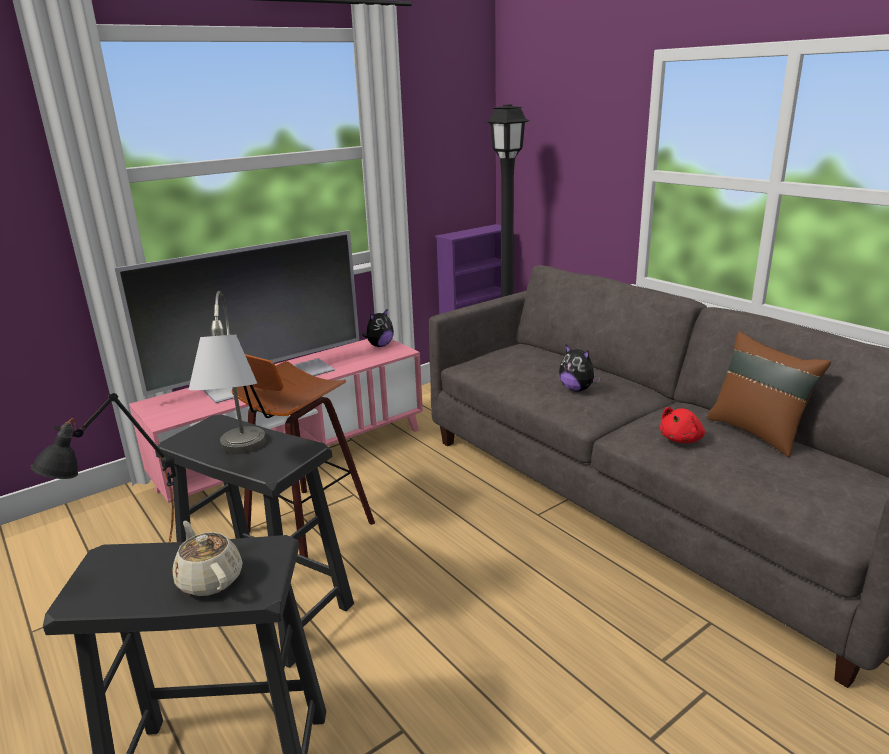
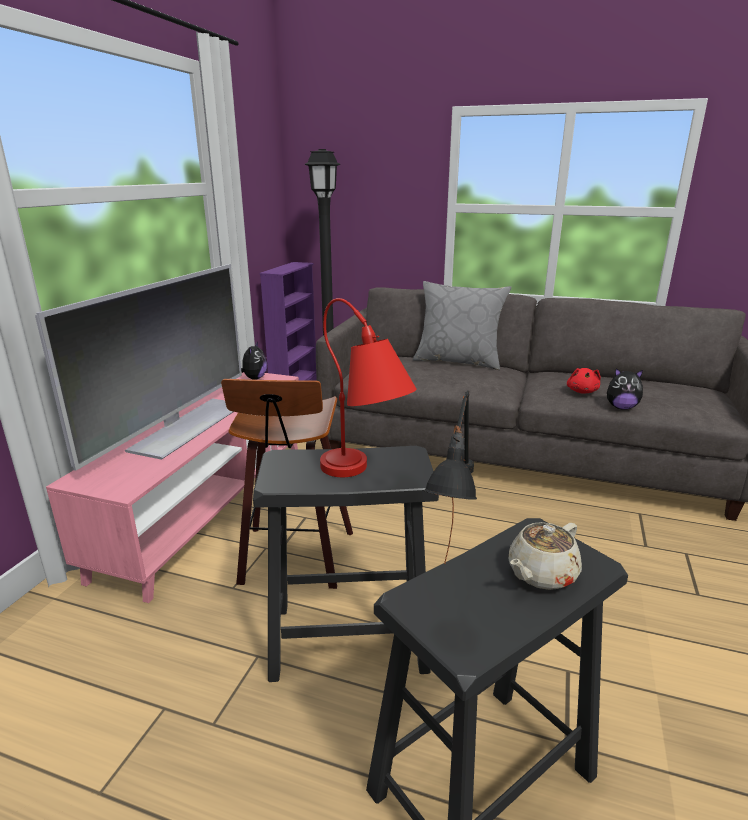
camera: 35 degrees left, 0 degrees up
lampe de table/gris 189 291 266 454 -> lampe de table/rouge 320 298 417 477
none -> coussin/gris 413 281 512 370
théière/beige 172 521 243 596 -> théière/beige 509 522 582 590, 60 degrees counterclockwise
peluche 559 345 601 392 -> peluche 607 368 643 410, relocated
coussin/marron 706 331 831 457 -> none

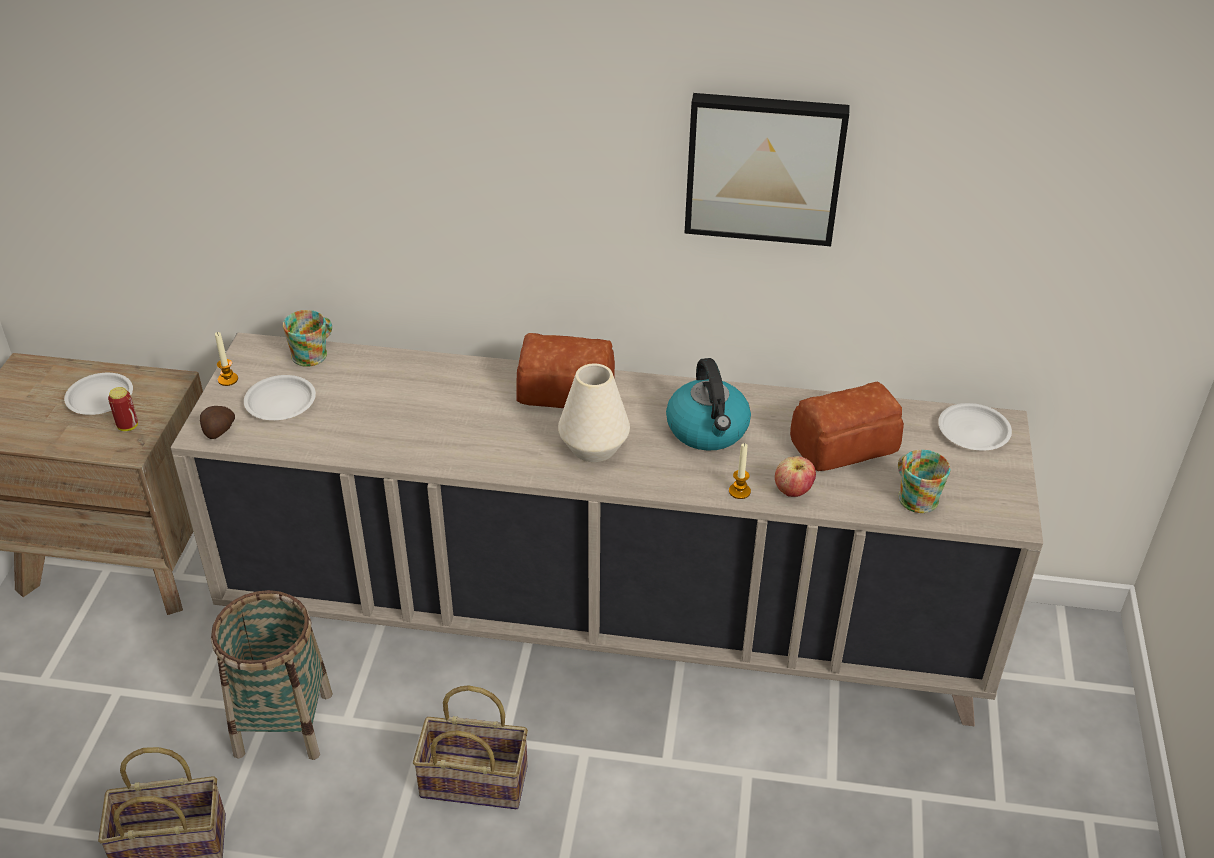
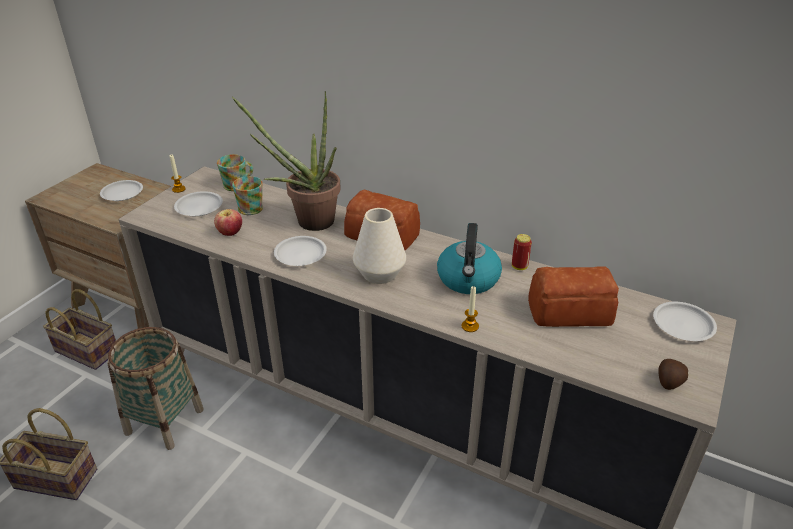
camera: 20 degrees right, 5 degrees down
panier 413 685 528 809 -> panier 43 289 116 370, relocated
pomme 775 456 816 497 -> pomme 214 209 242 236, relocated
none -> plante en pot 232 91 341 231
mug 898 450 951 513 -> mug 232 176 263 215, relocated
none -> assiette/blanc 274 236 327 266
boîte métallique 108 387 138 431 -> boîte métallique 512 234 532 270, relocated
pomme de terre 200 406 235 439 -> pomme de terre 658 359 688 390, relocated
tableau 685 93 850 246 -> none

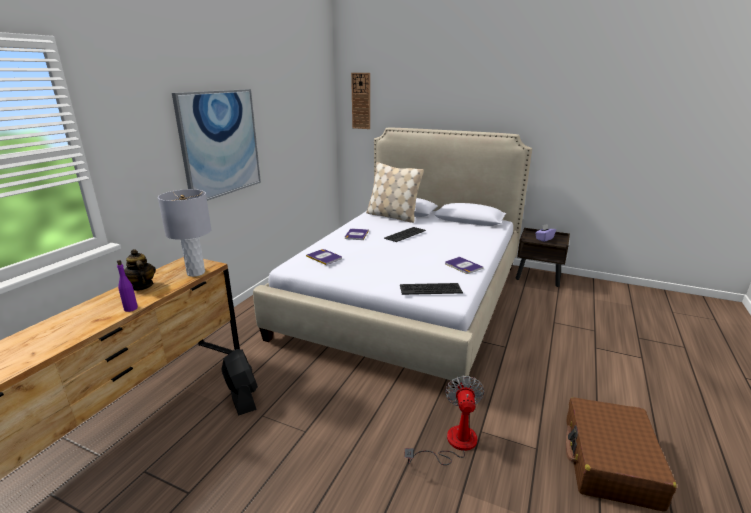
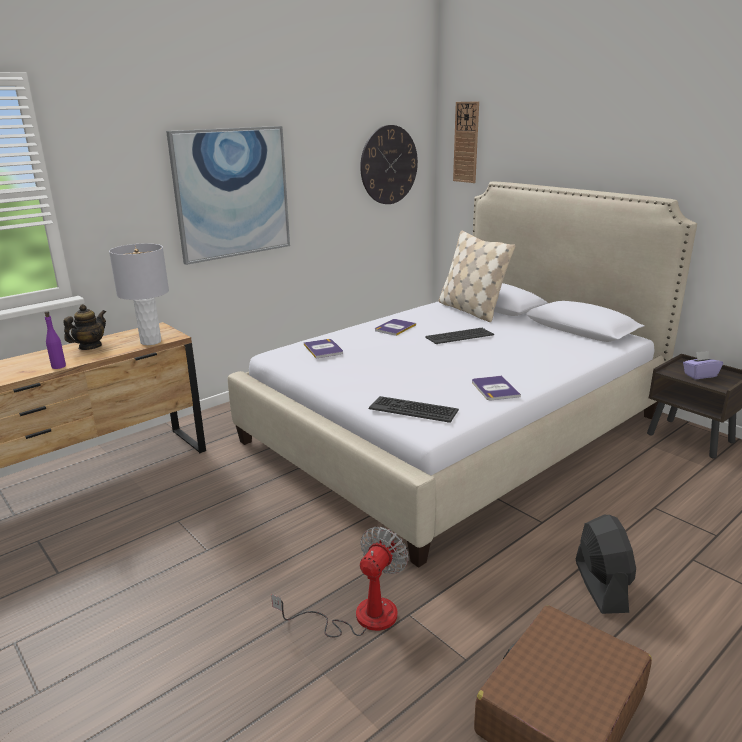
camera: 25 degrees right, 0 degrees up
théière 124 249 156 291 -> théière 63 304 106 350, 45 degrees clockwise
none -> horloge murale 360 125 418 204
ventilateur/noir 221 349 258 415 -> ventilateur/noir 576 515 636 614, relocated

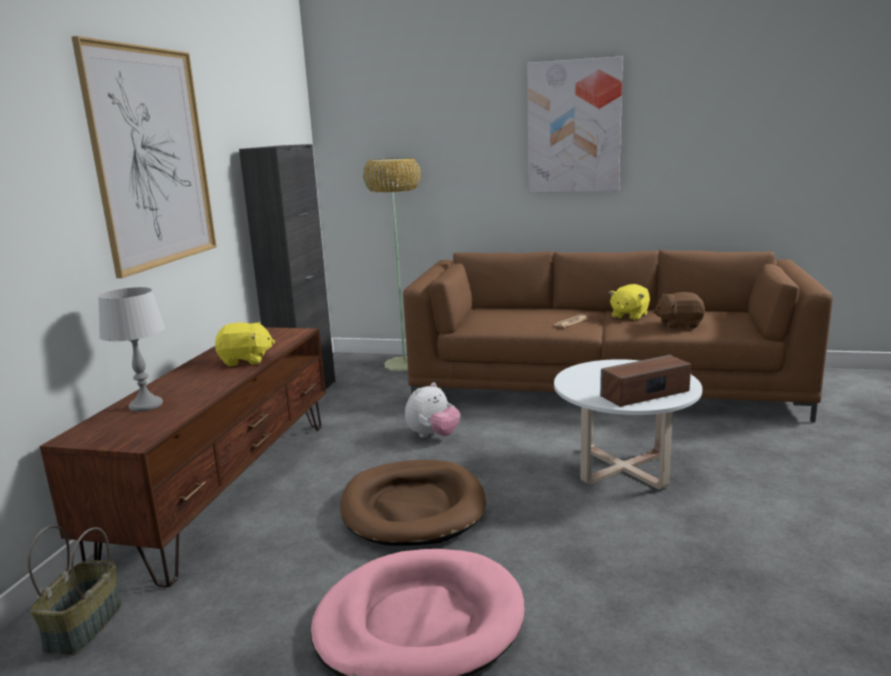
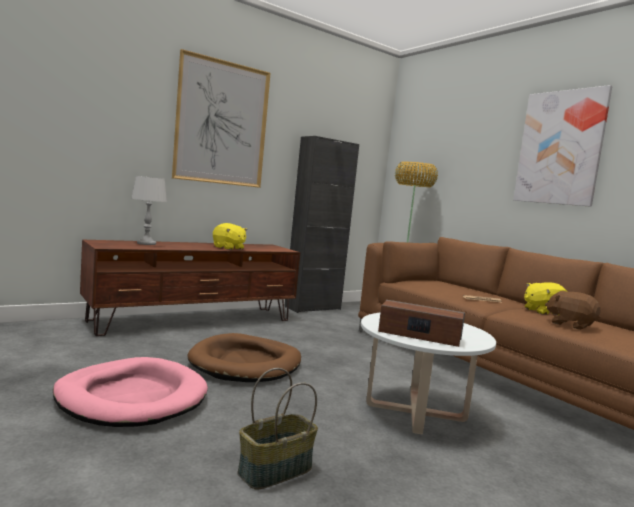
camera: 40 degrees right, 10 degrees down
panier 28 525 122 656 -> panier 237 368 318 490, relocated
peluche 405 382 461 438 -> none

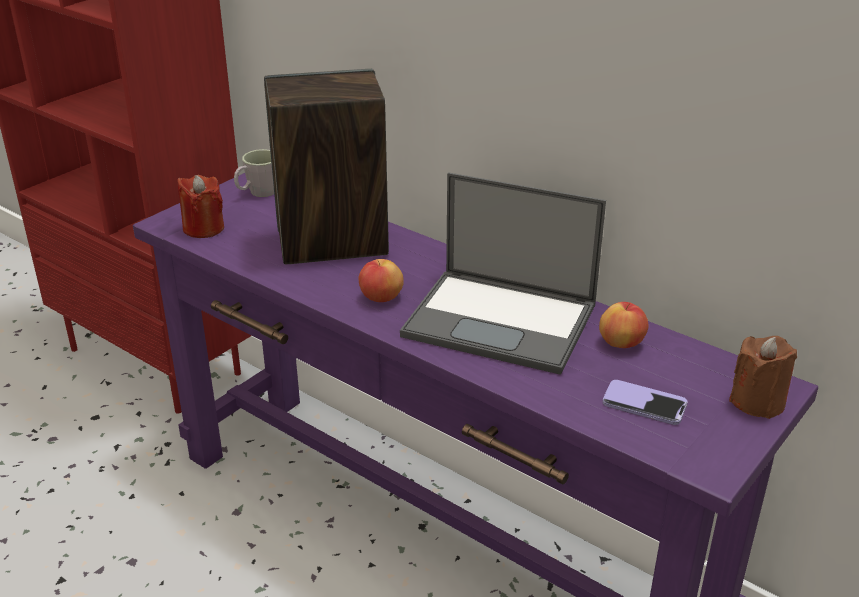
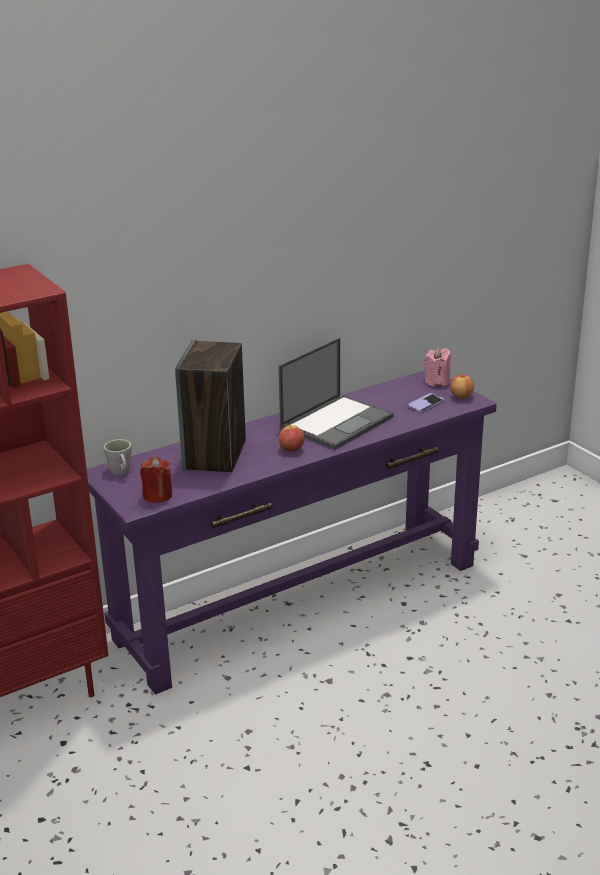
camera: 70 degrees left, 5 degrees down
bougie/marron 729 336 797 419 -> bougie/rose 424 348 451 387
pomme 599 302 649 348 -> pomme 450 374 474 399, relocated

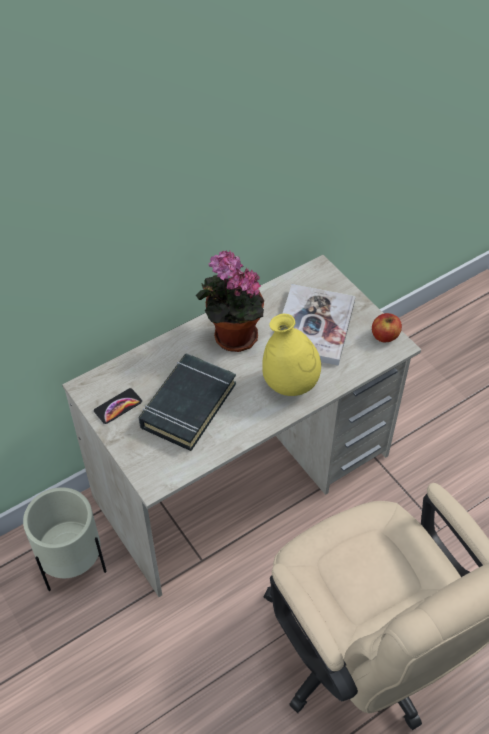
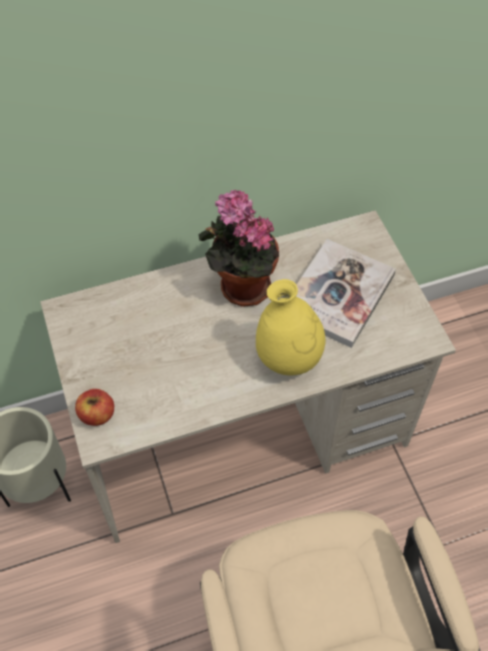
camera: 15 degrees right, 5 degrees up
pomme 372 313 402 342 -> pomme 75 389 114 426, relocated
téléphone 94 388 142 424 -> none
livre/noir 139 353 236 451 -> none

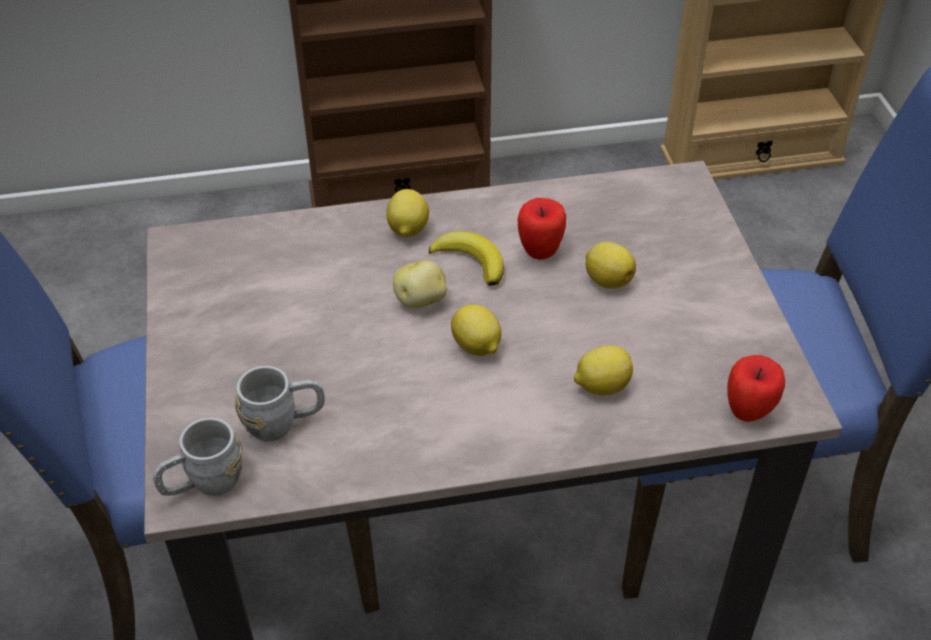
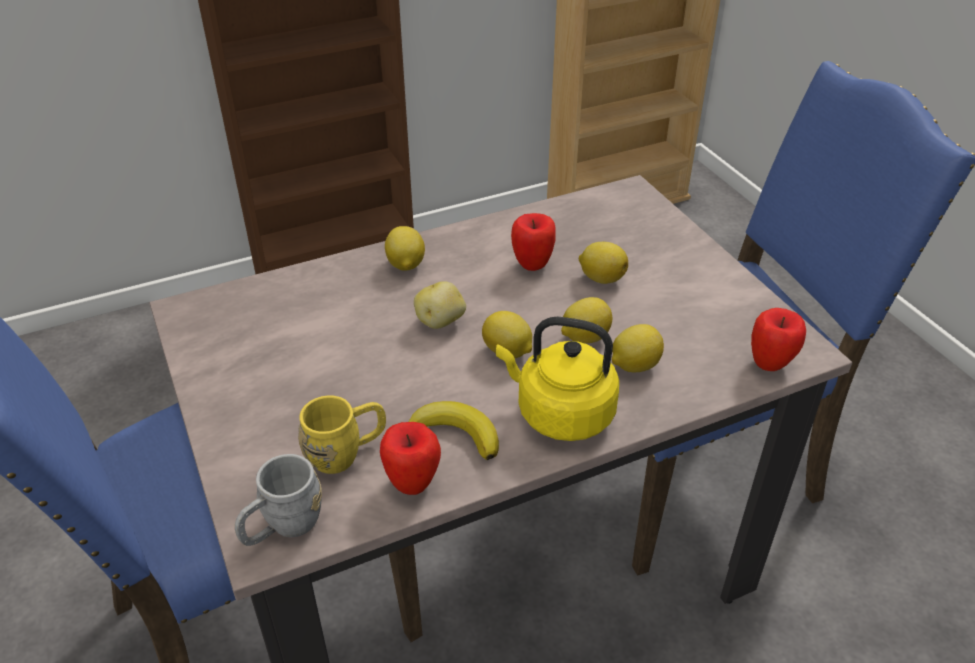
camera: 15 degrees left, 5 degrees down
mug/gris 235 366 325 442 -> mug/jaune 298 396 386 474
none -> pomme 380 422 441 495
banane 429 231 504 286 -> banane 409 401 499 460, relocated
none -> bouilloire/jaune 496 317 619 441
none -> citron 561 297 612 344

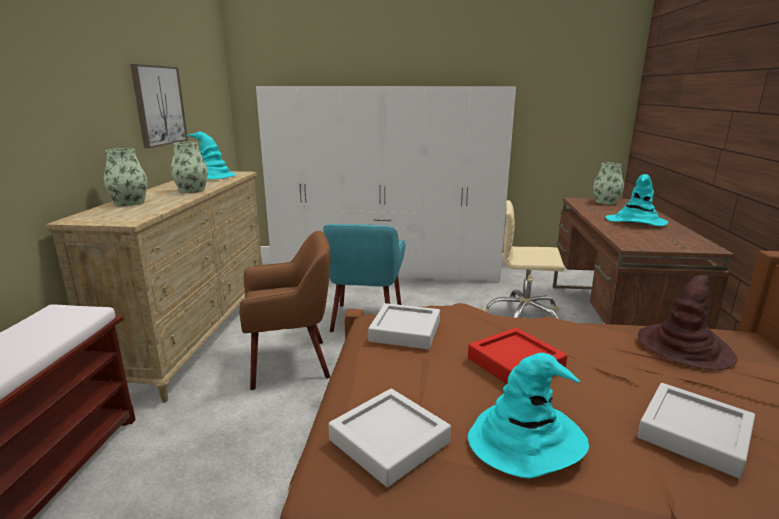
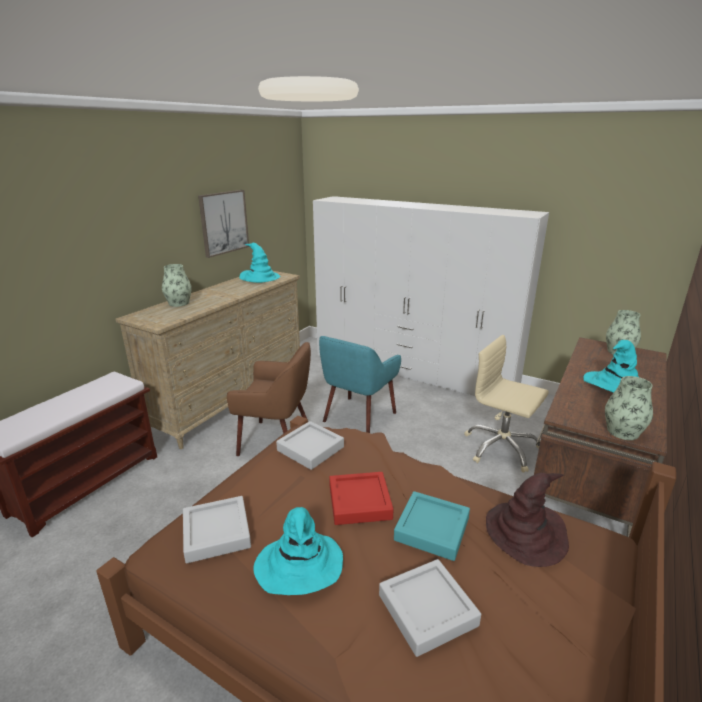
camera: 25 degrees right, 5 degrees up
none -> plateau/turquoise 394 491 470 561
vase 171 142 208 193 -> vase 605 376 653 440, relocated

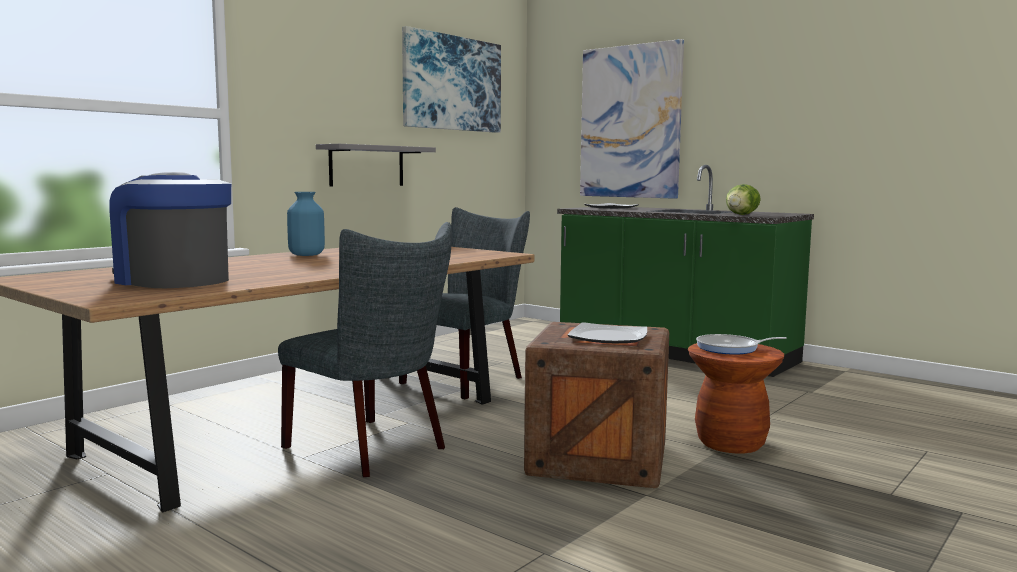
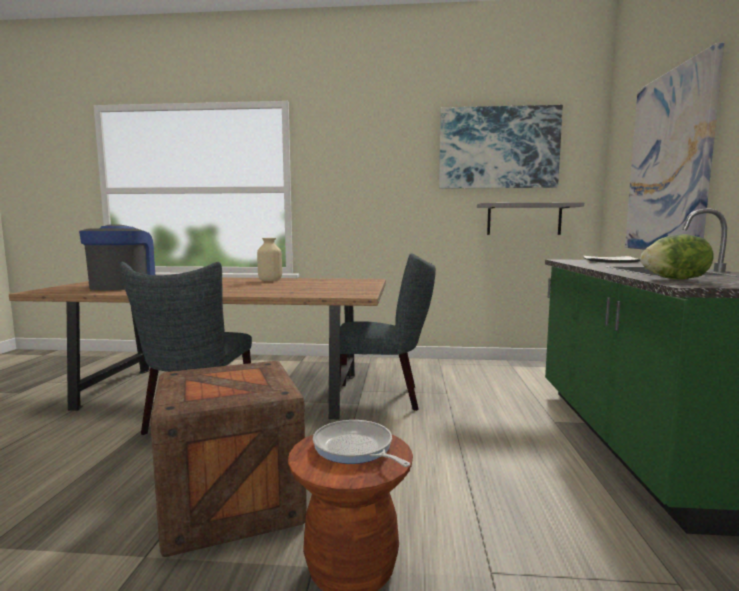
camera: 55 degrees right, 0 degrees up
vase/bleu 287 192 325 256 -> vase/beige 257 238 282 281
étagère/gris 316 144 436 186 -> étagère/gris 477 202 584 235, relocated
assiette 567 322 647 343 -> none

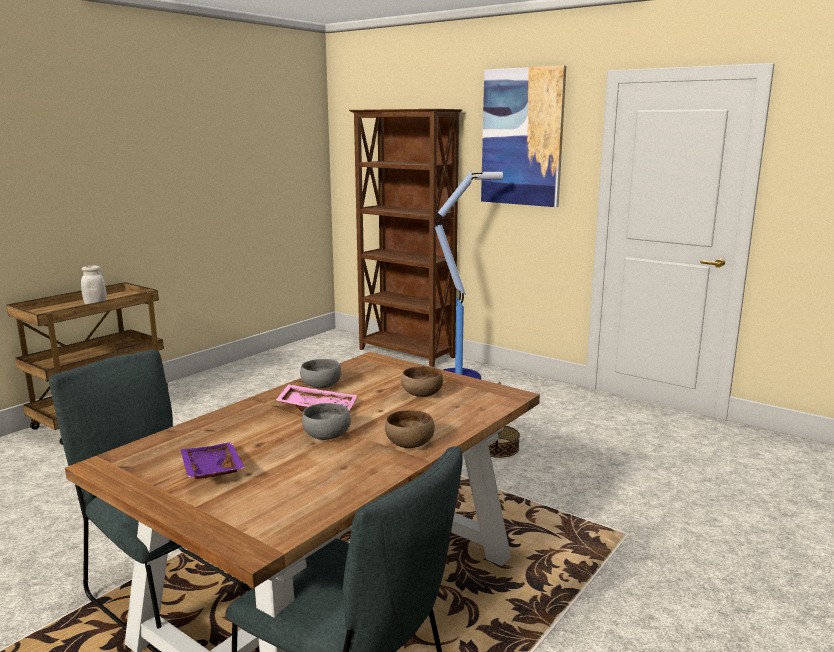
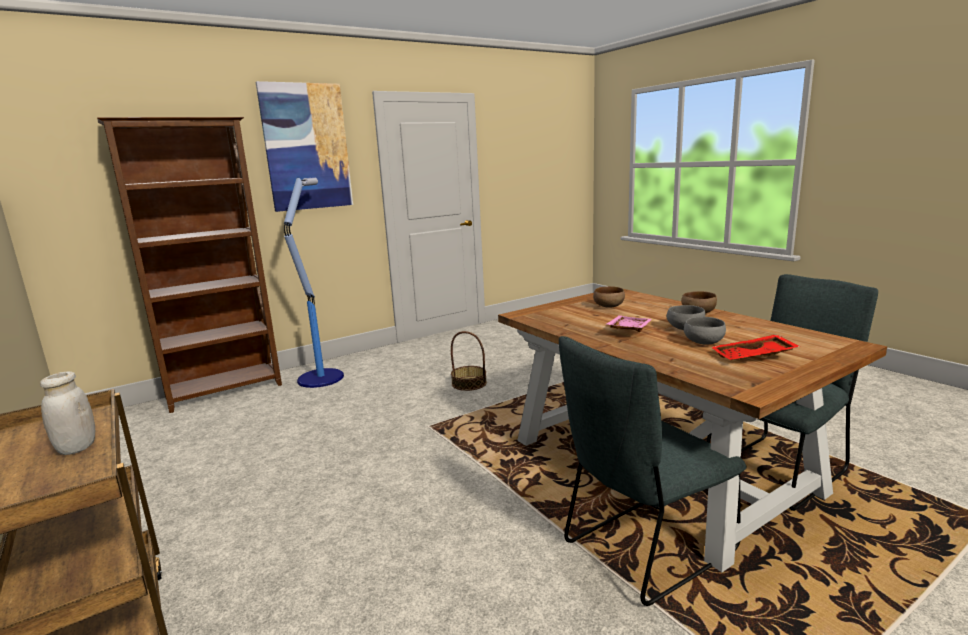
camera: 70 degrees left, 0 degrees up
bol/gris 300 359 341 389 -> bol/gris 684 317 726 344, relocated
plateau/violet 180 442 245 479 -> plateau/rouge 711 334 800 360

